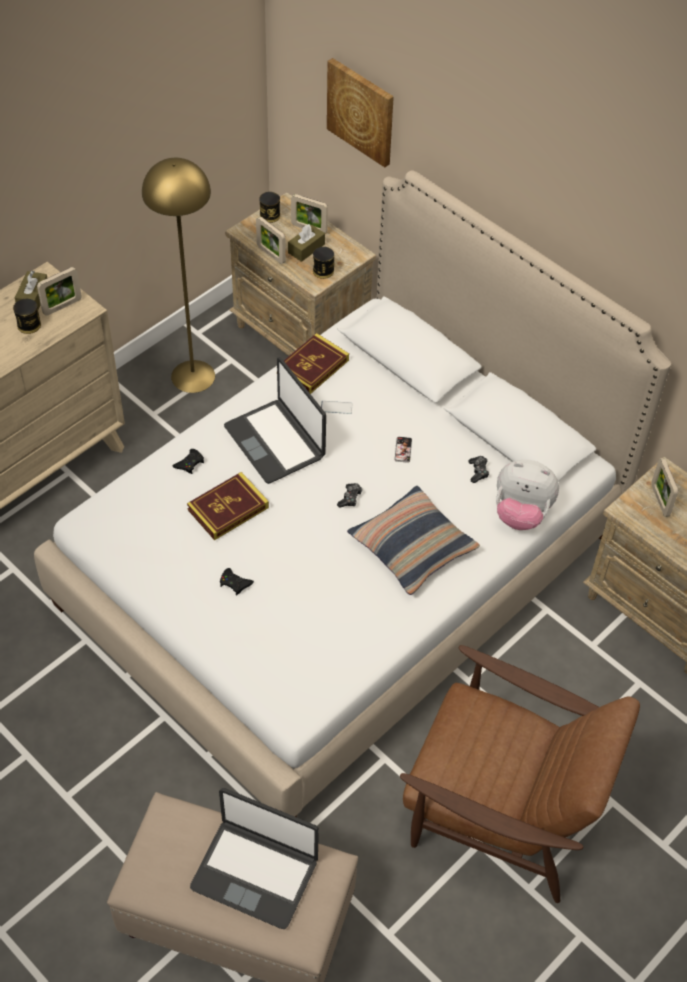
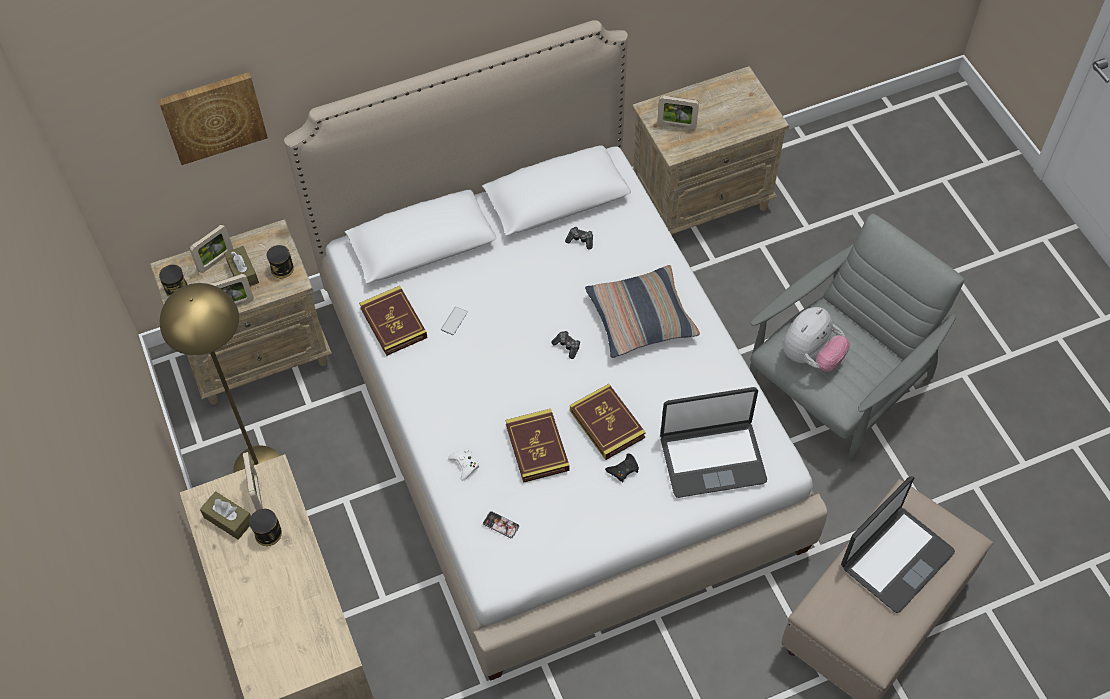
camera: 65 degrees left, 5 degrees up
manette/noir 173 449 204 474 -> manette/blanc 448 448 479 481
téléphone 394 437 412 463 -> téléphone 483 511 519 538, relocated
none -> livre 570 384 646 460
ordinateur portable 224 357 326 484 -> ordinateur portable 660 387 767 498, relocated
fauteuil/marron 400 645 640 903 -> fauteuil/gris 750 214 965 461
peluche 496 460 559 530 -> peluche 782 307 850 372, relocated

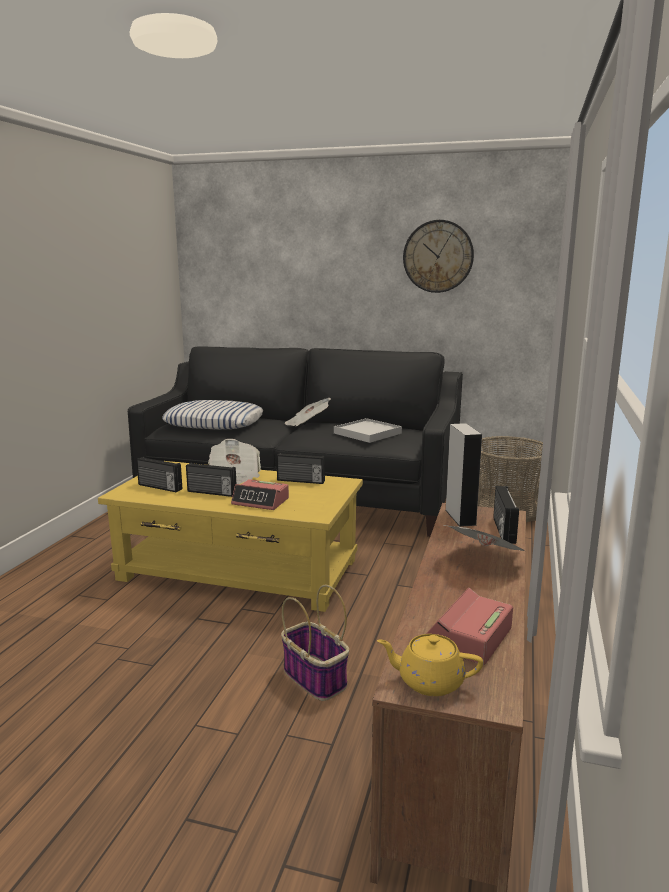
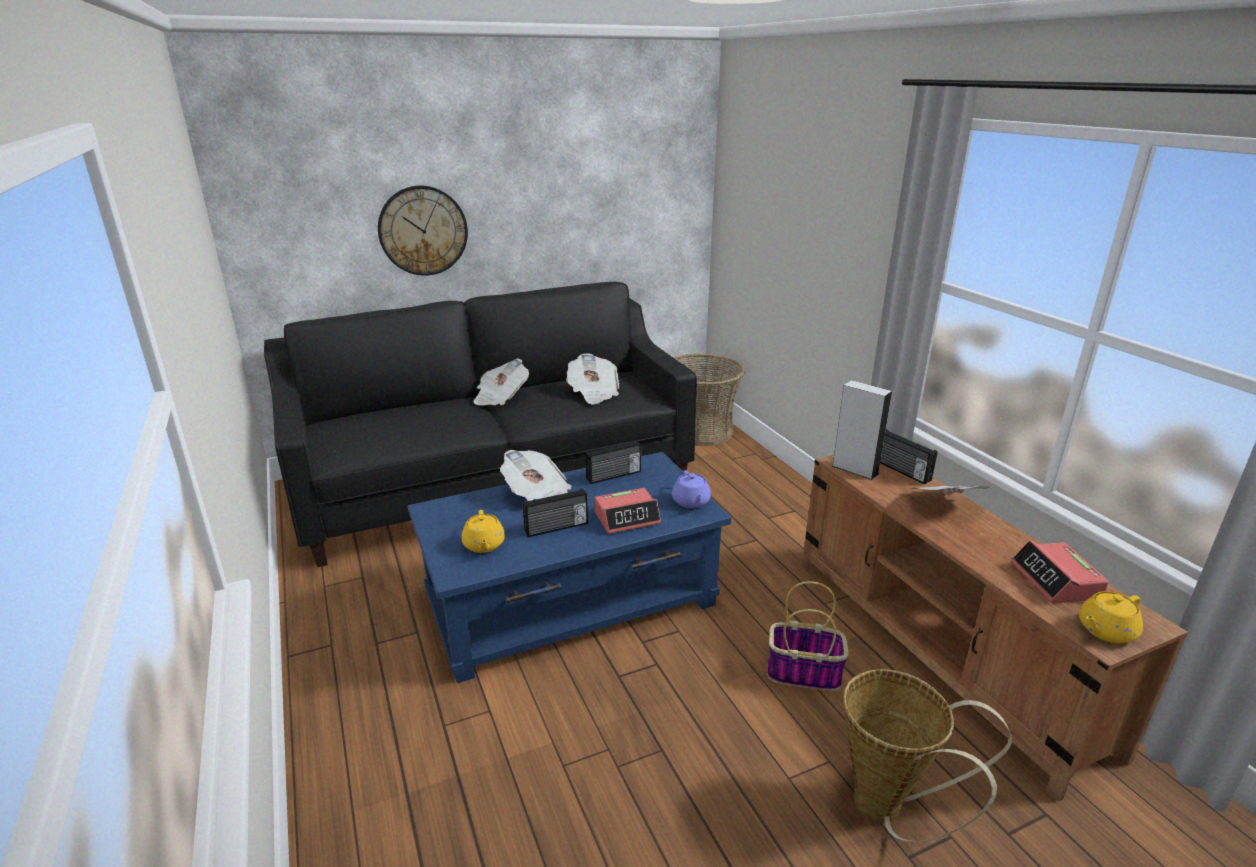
camera: 40 degrees left, 10 degrees up
horloge murale 403 220 474 293 -> horloge murale 378 186 468 276, relocated
table basse/jaune 98 461 363 612 -> table basse/bleu 407 452 732 683
radio 136 457 182 492 -> théière/jaune 461 510 505 553
plateau/blanc 334 418 402 443 -> journal 566 353 619 405
none -> théière/violet 672 470 711 508
none -> panier 843 669 1012 842
coussin 162 400 263 429 -> none

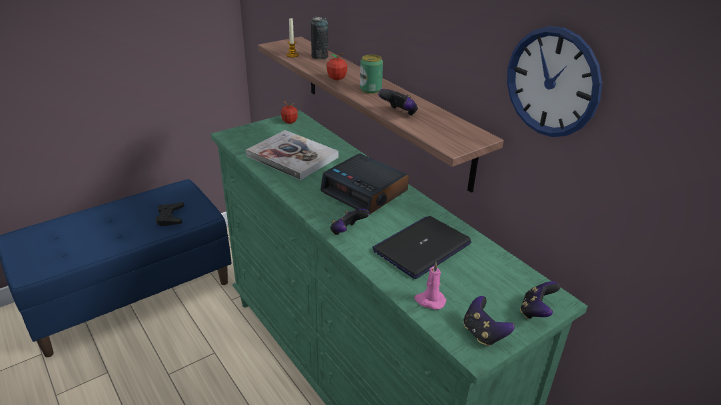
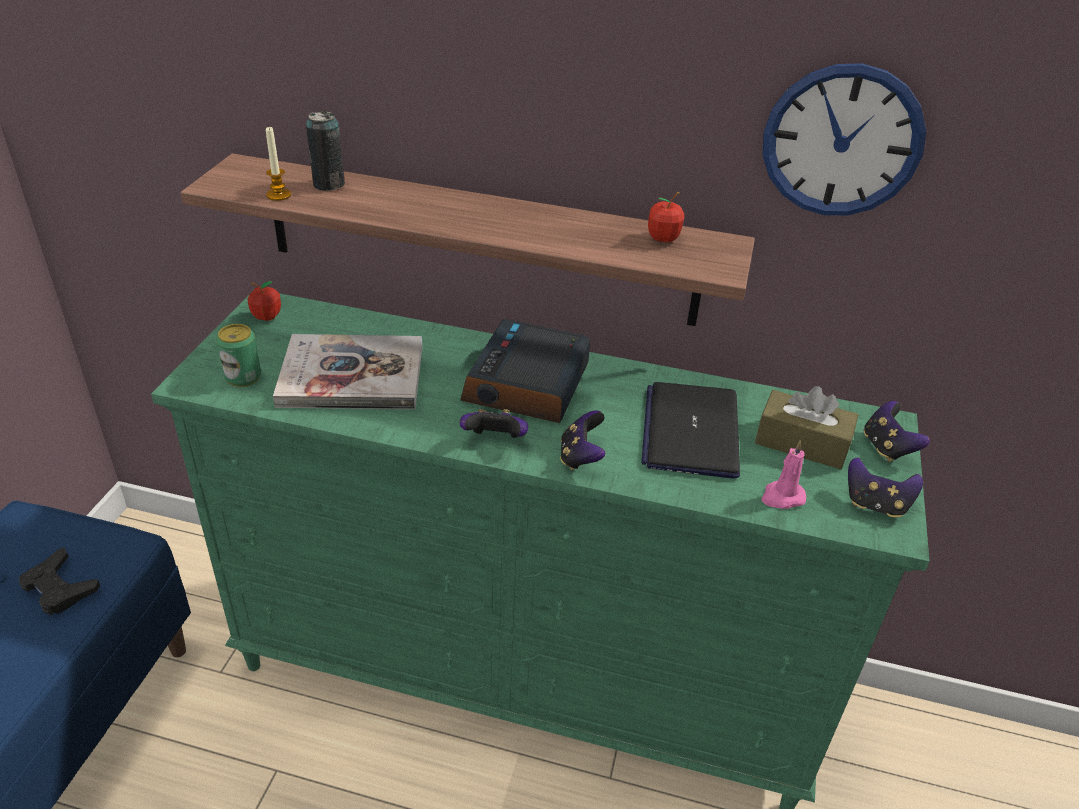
camera: 40 degrees left, 5 degrees up
boîte métallique 360 55 383 94 -> boîte métallique 216 324 261 387, relocated
réveil 320 154 409 215 -> réveil 460 319 590 423, 105 degrees clockwise
manette 378 89 418 116 -> manette 460 409 528 438, relocated
pomme 327 53 347 80 -> pomme 648 192 684 242, relocated
none -> boîte à mouchoirs/marron 755 386 858 469

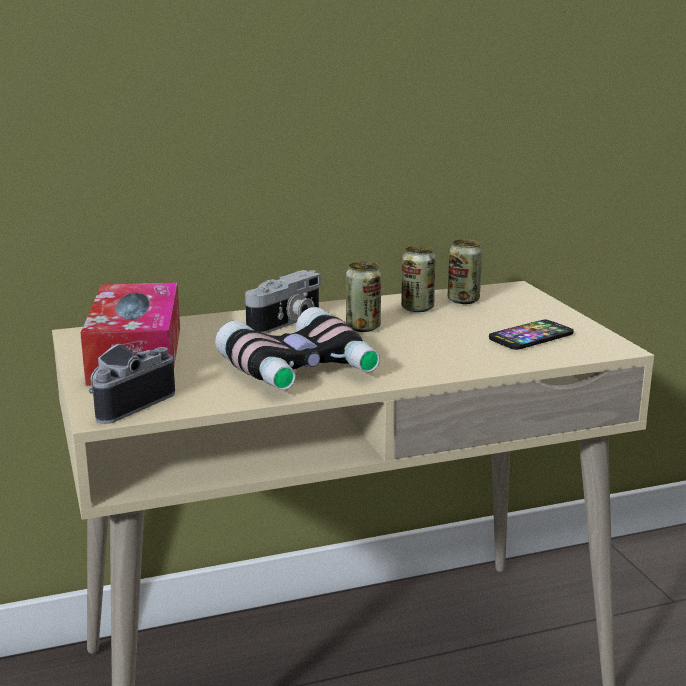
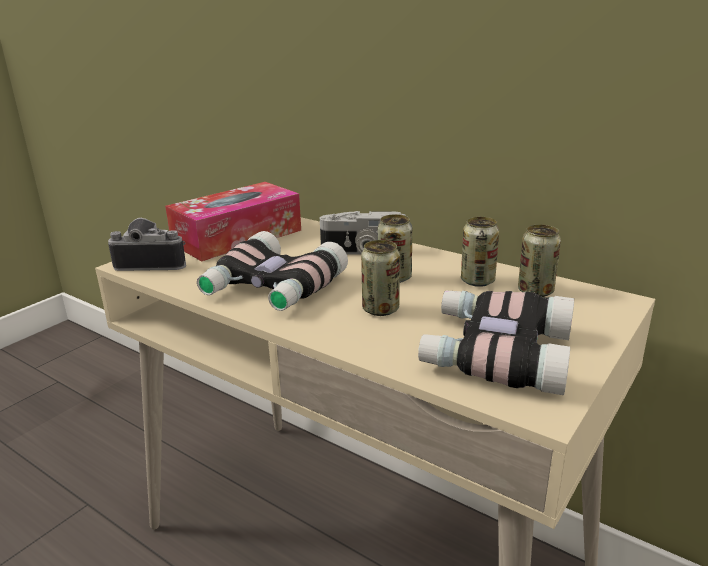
camera: 55 degrees right, 5 degrees up
none -> boîte métallique 361 240 400 316
téléphone 489 320 574 350 -> jumelles 418 290 574 395

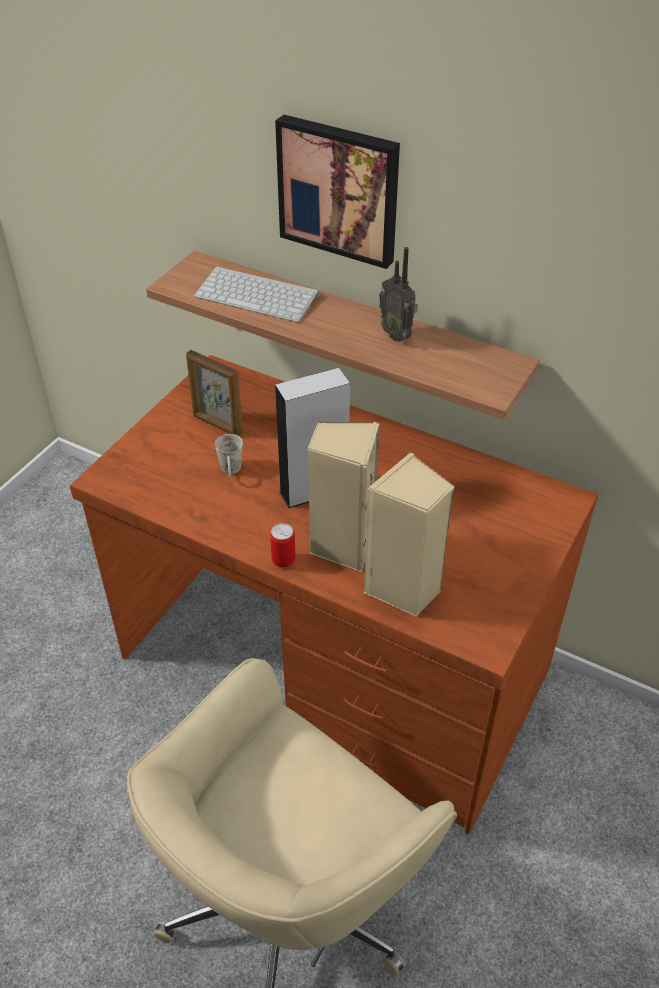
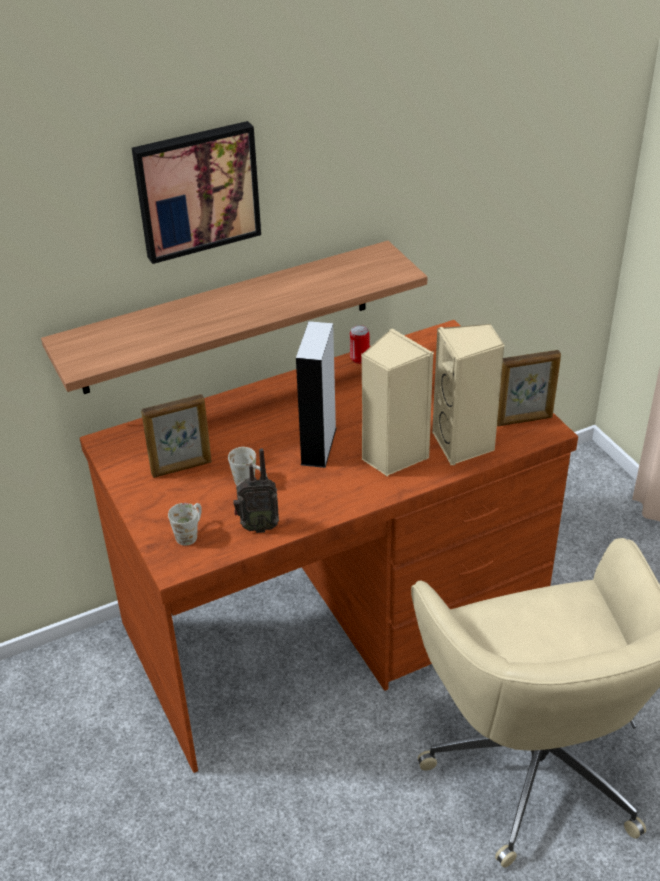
camera: 55 degrees left, 5 degrees down
none -> mug/blanc 168 503 202 546
radio 379 247 418 342 -> radio 233 448 279 533, relocated
boîte métallique 270 523 295 568 -> boîte métallique 350 325 369 364, relocated
none -> cadre photo 497 350 561 426
clavier 194 266 320 322 -> none

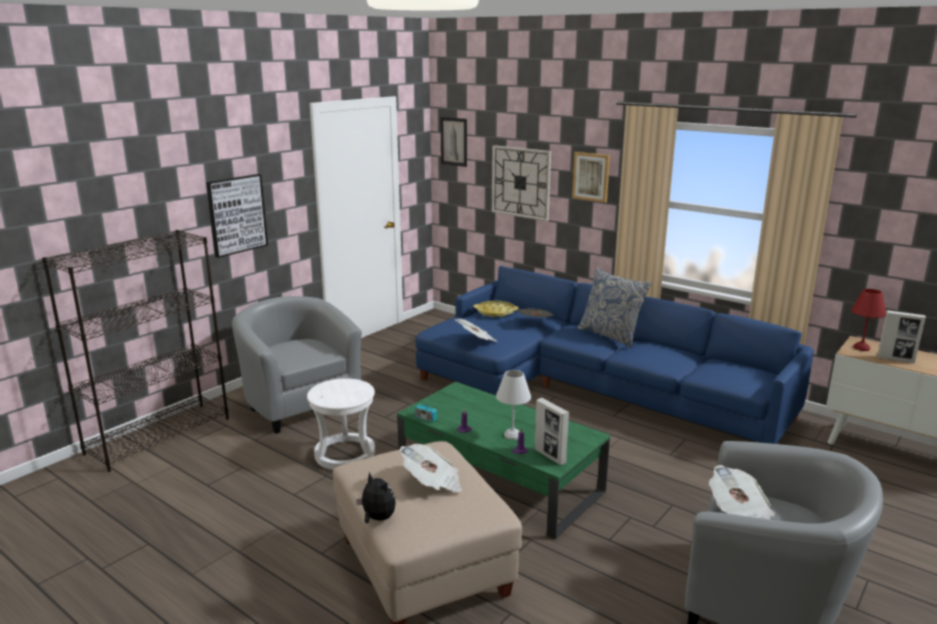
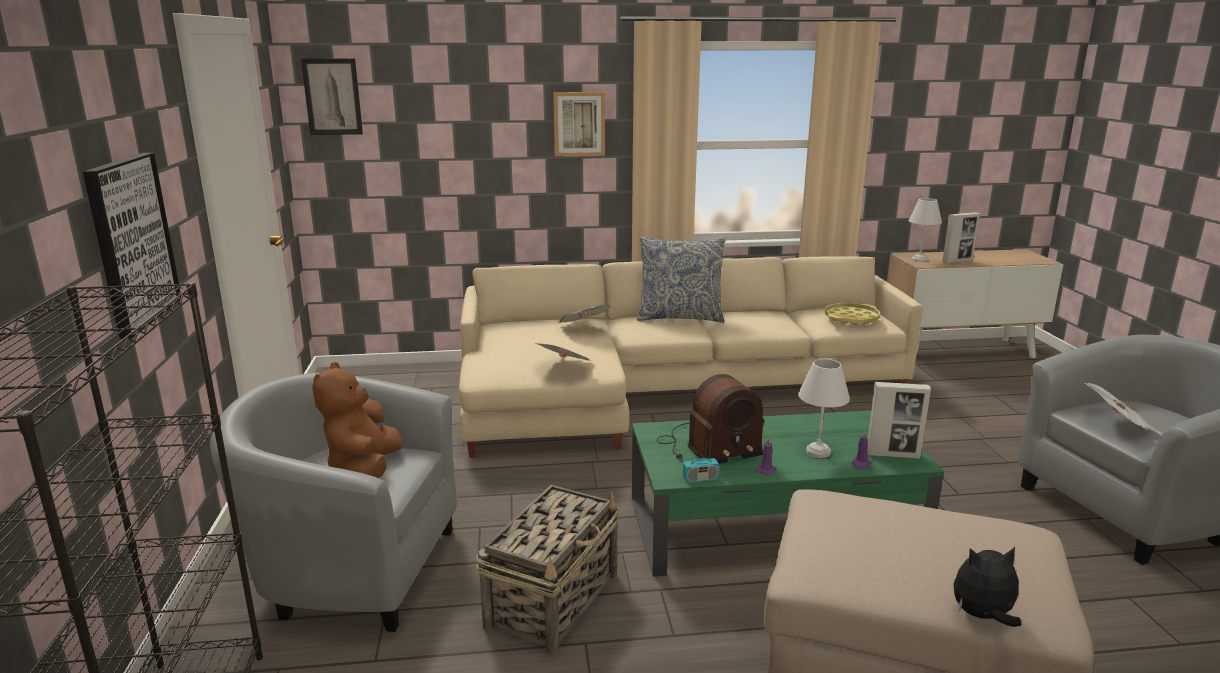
camera: 45 degrees left, 0 degrees up
none -> peluche/marron 312 362 403 478
canapé/bleu 415 266 814 444 -> canapé/beige 459 256 923 458
tabouret/blanc 307 378 375 470 -> panier 475 484 620 654
none -> radio 657 374 765 464
plateau/jaune 473 301 519 317 -> plateau/jaune 825 303 880 325, relocated
lampe de table/rouge 851 289 886 351 -> lampe de table/blanc 908 198 942 262
journal 400 444 462 493 -> none
horloge murale 492 145 551 221 -> none

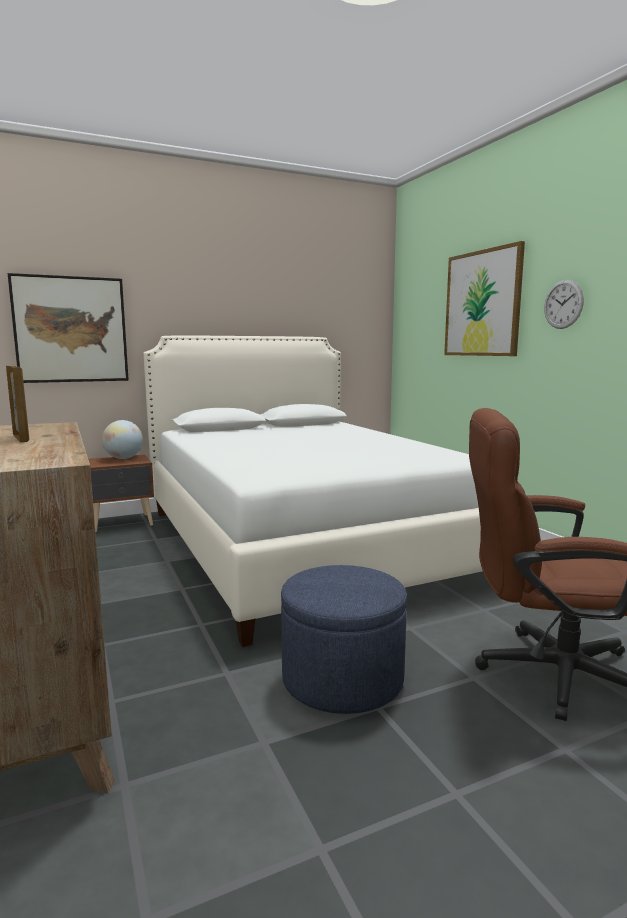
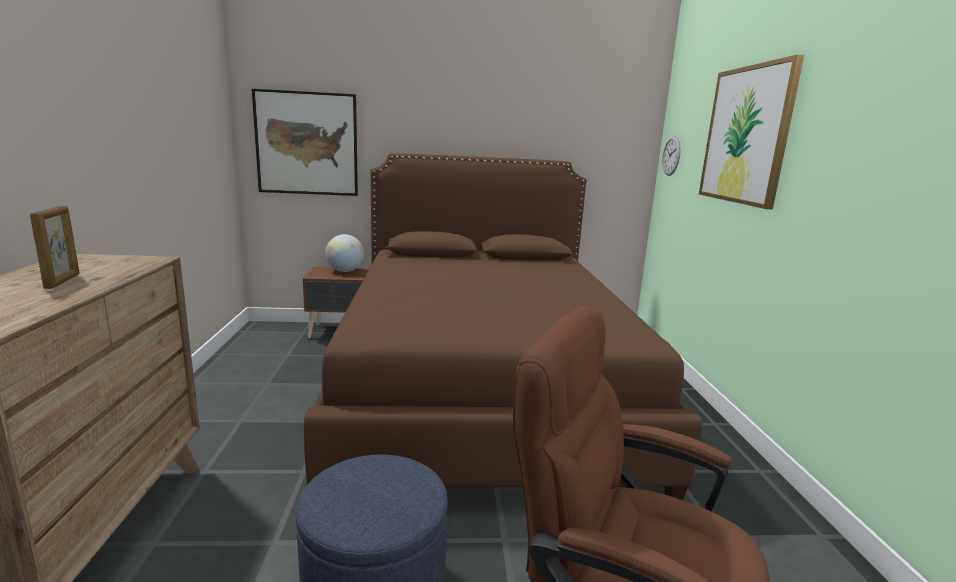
camera: 20 degrees right, 5 degrees up
lit/blanc 143 336 482 647 -> lit/marron 304 153 702 500
horloge murale 544 280 584 329 -> horloge murale 662 136 681 176, relocated

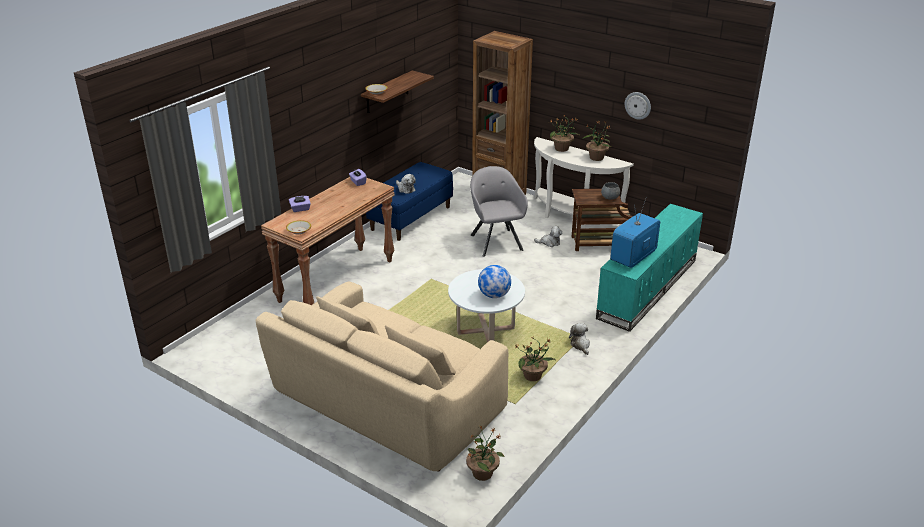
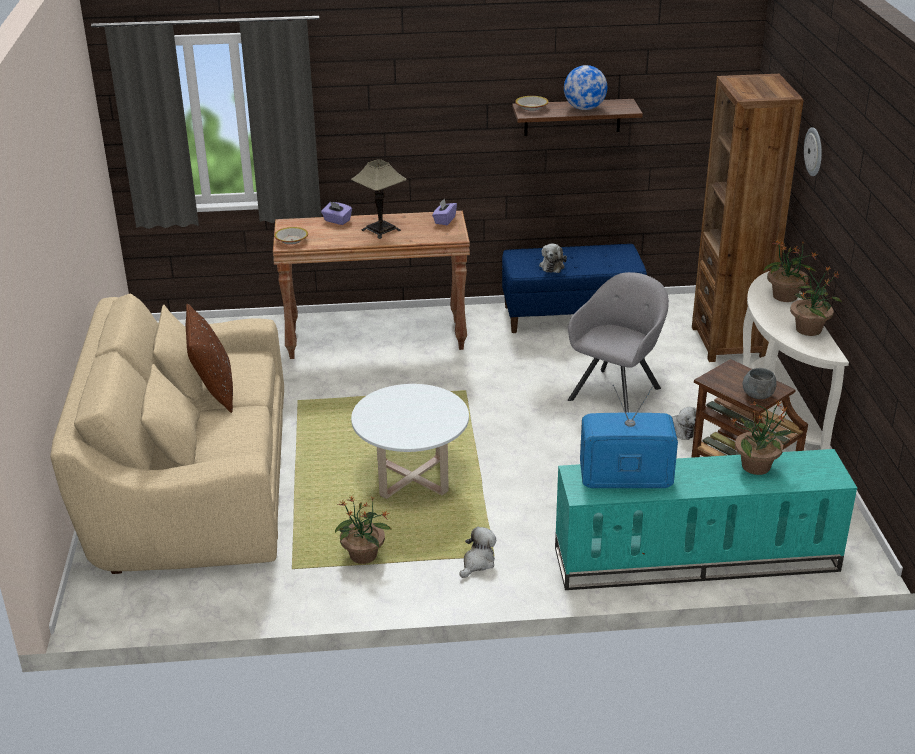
camera: 50 degrees right, 0 degrees up
none -> coussin/marron 186 304 233 413
none -> lampe de table 351 159 406 239
globe 478 265 511 298 -> globe 564 65 607 110, relocated
plante en pot 466 426 505 481 -> plante en pot 731 401 795 475, relocated
horloge murale 625 92 651 120 -> horloge murale 804 127 822 176, relocated

